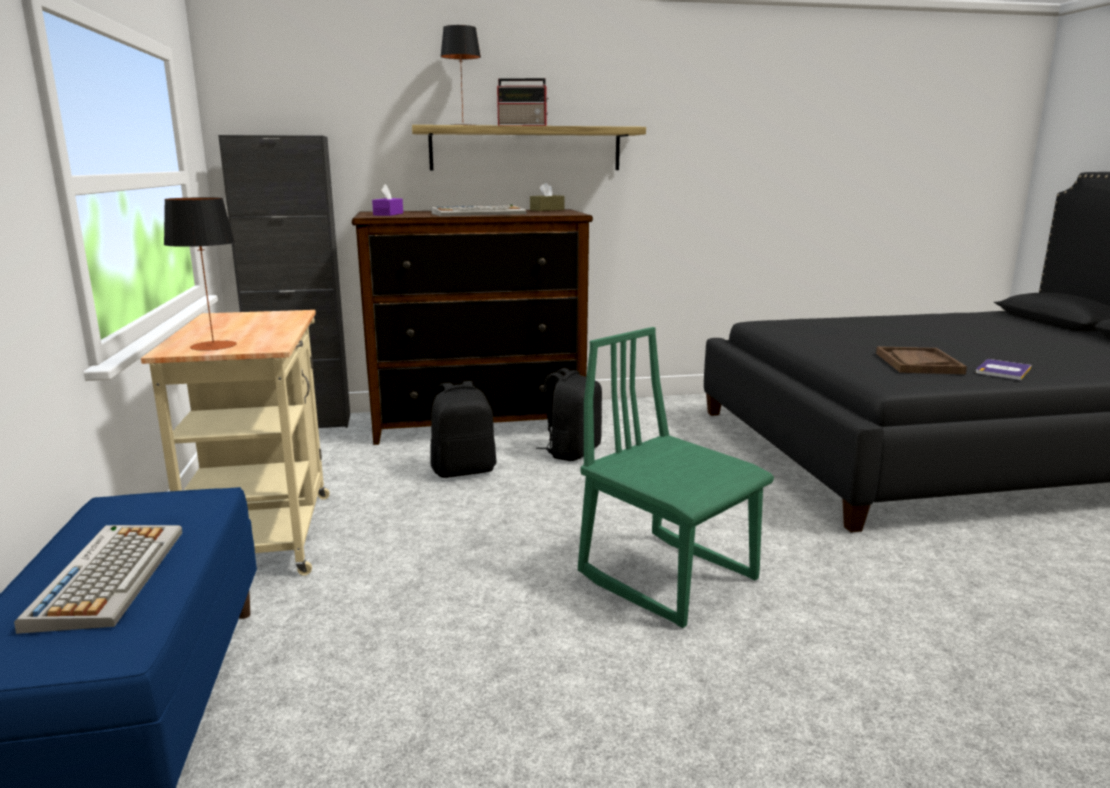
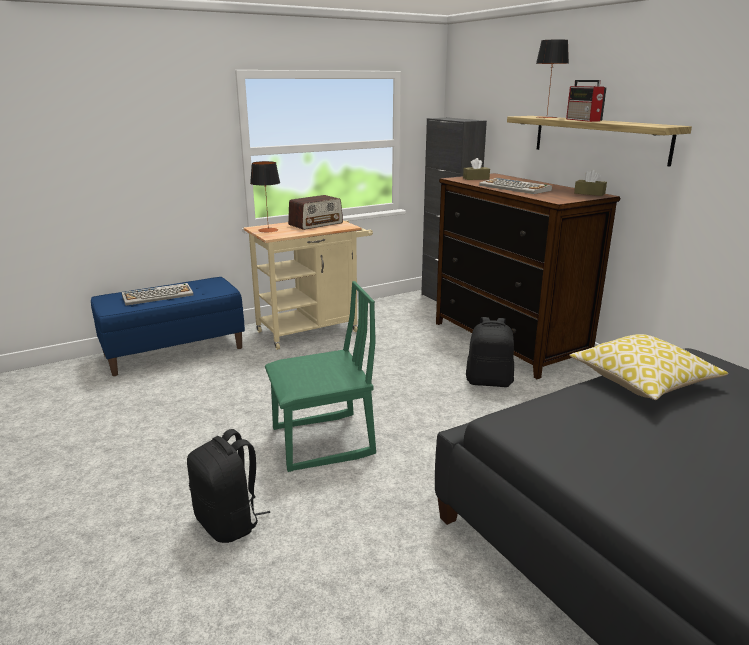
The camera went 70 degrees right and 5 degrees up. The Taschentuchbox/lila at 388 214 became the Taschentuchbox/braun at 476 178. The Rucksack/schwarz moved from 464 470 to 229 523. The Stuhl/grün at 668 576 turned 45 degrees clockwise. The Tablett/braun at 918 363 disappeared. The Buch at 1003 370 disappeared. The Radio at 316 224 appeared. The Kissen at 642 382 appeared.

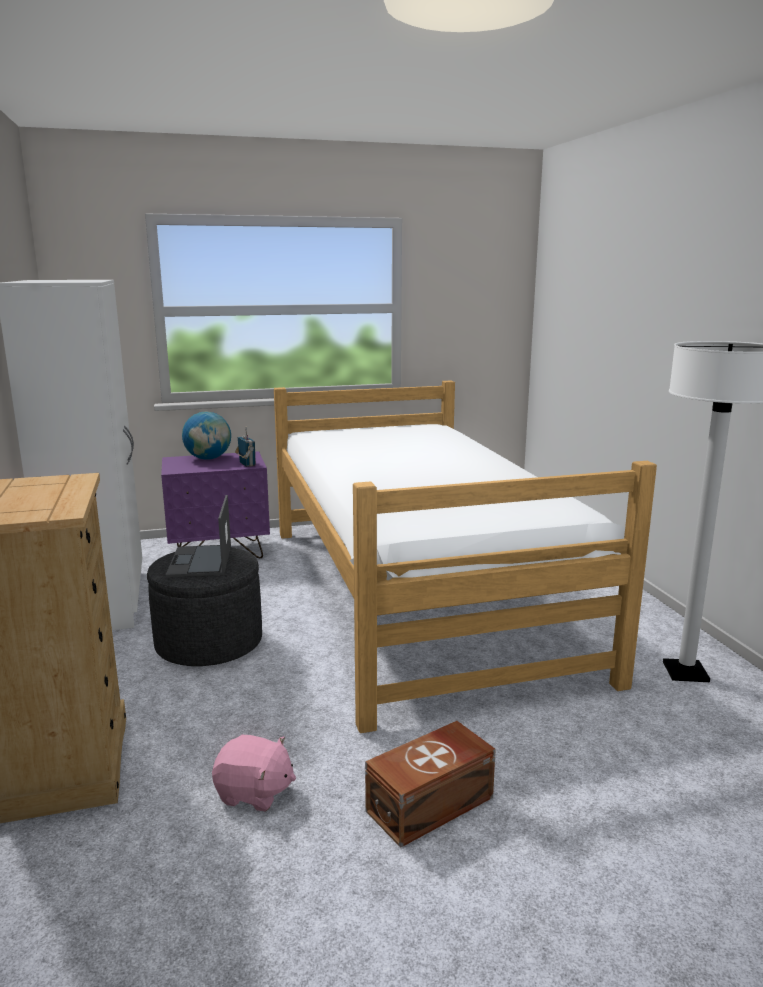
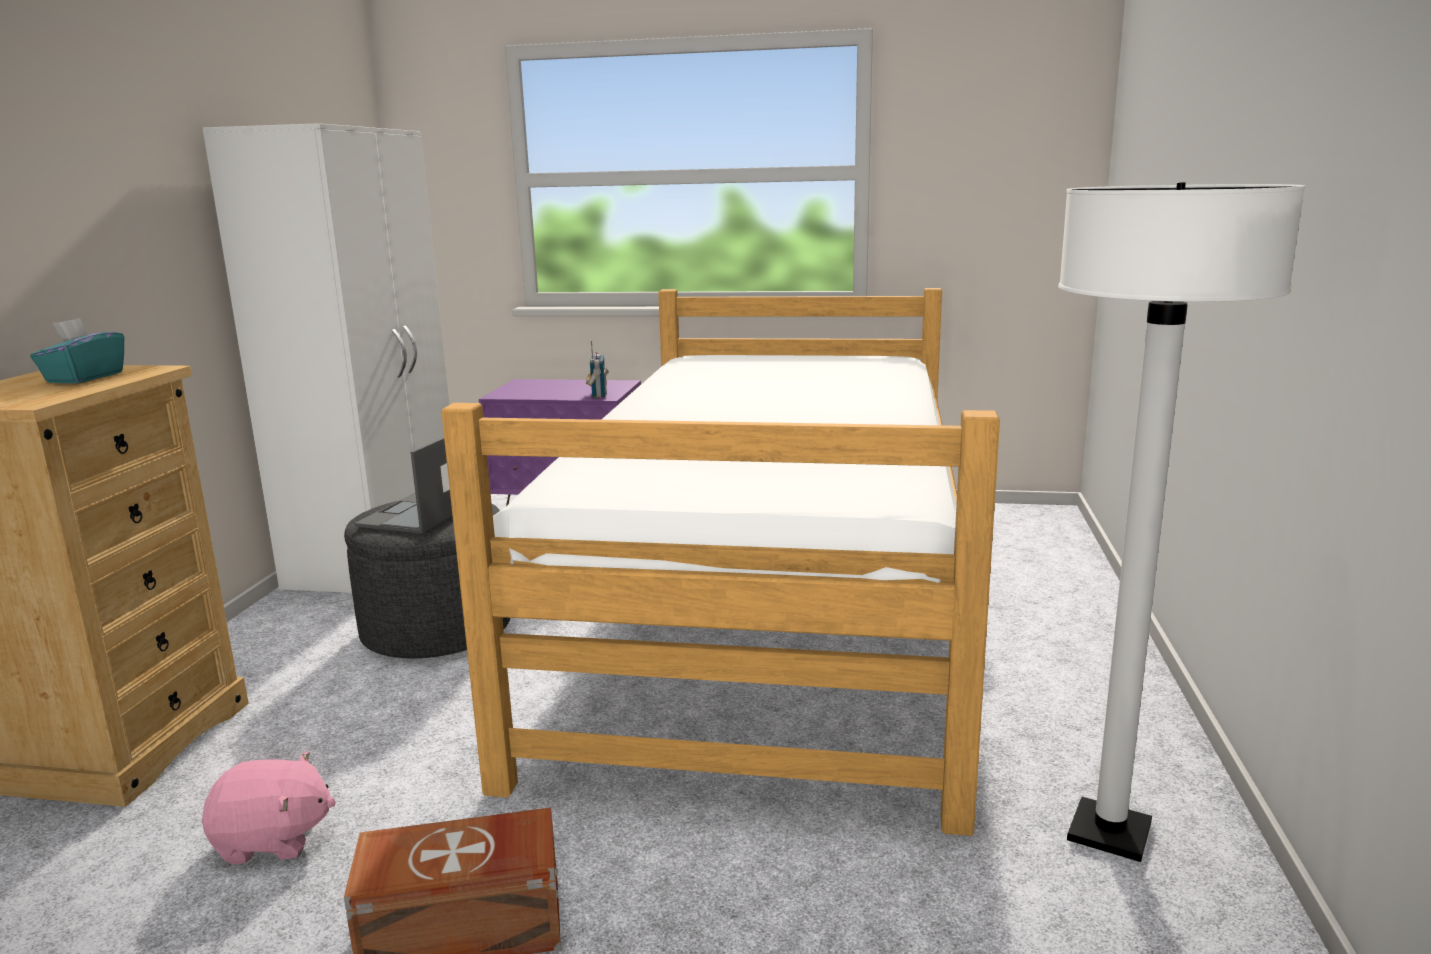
The camera went 25 degrees right and 0 degrees up. The Globus at 208 458 disappeared. The Plüschtier/rosa at 254 793 turned 45 degrees counterclockwise. The Taschentuchbox/türkis at 84 378 appeared.

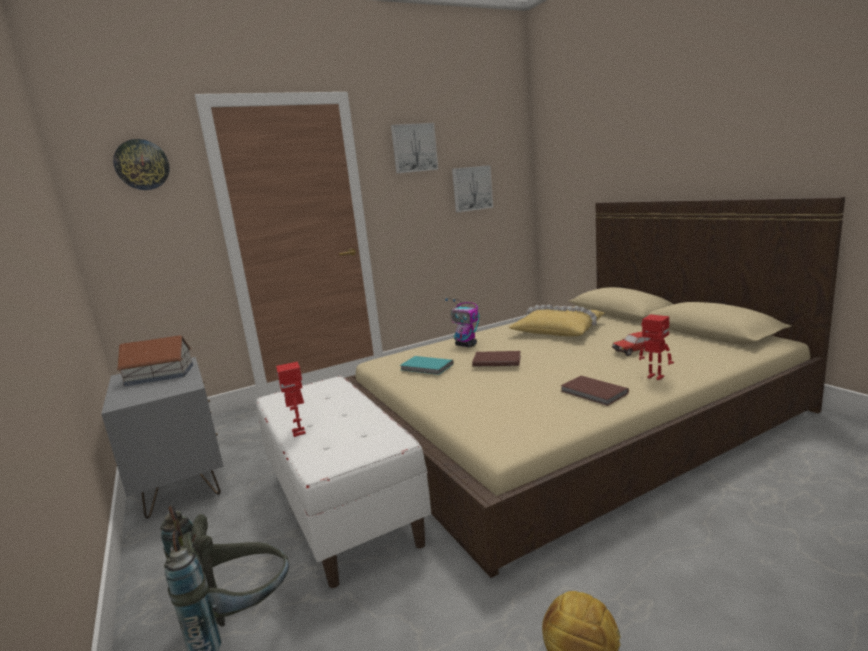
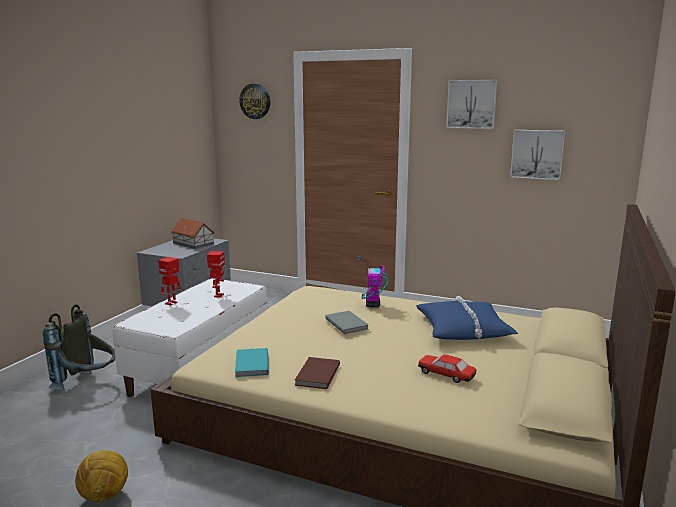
The camera went 50 degrees right and 0 degrees up. The Buch/türkis moved from 426 367 to 250 365. The Buch/braun at 496 360 became the Buch/grau at 347 323. The Kissen/gelb at 559 329 became the Kissen/blau at 463 329. The Spielzeugroboter moved from 655 377 to 218 295.

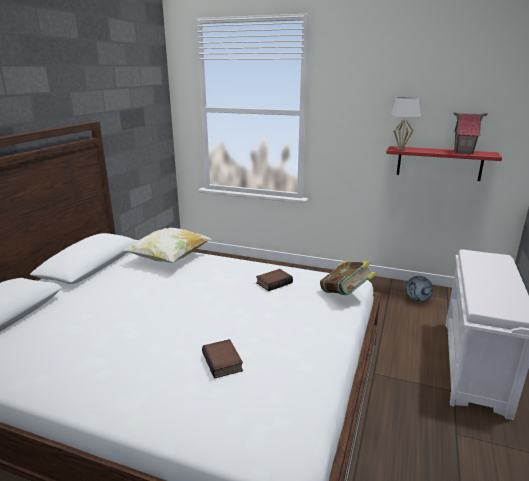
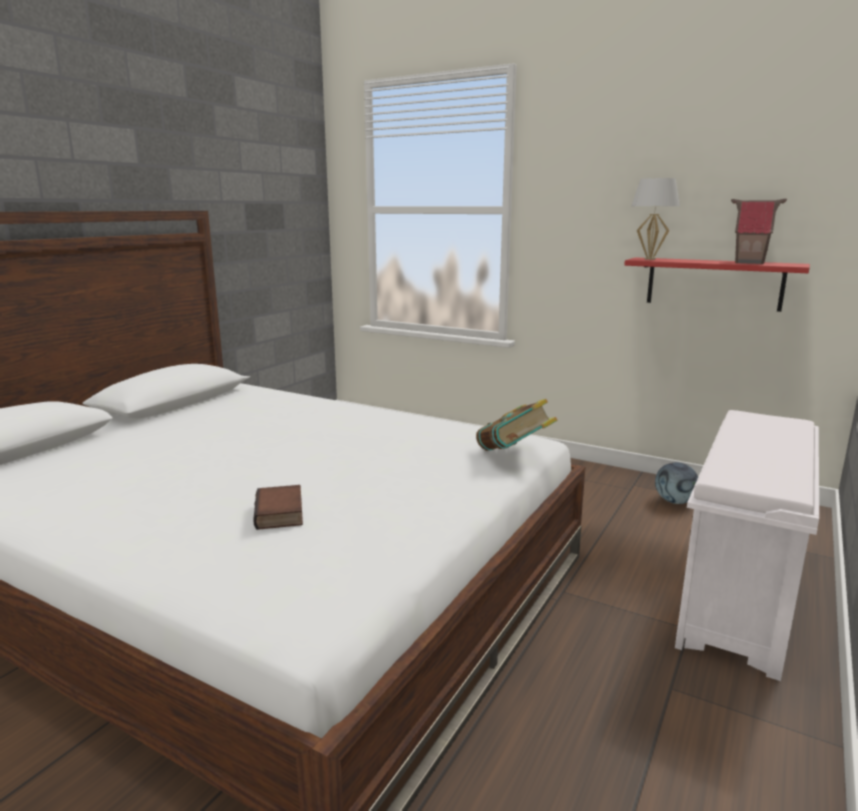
The camera went 10 degrees right and 5 degrees down. The Kissen at 169 259 disappeared. The Buch at 274 282 disappeared.

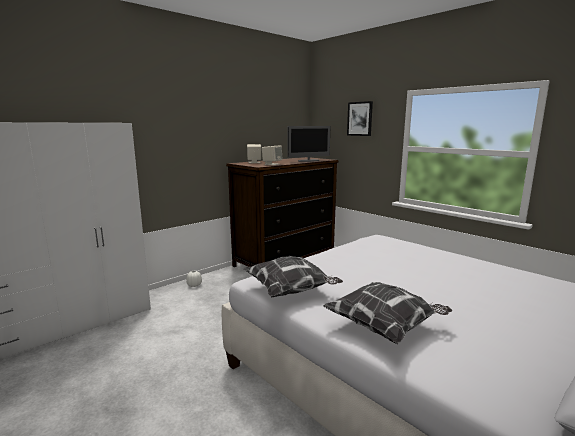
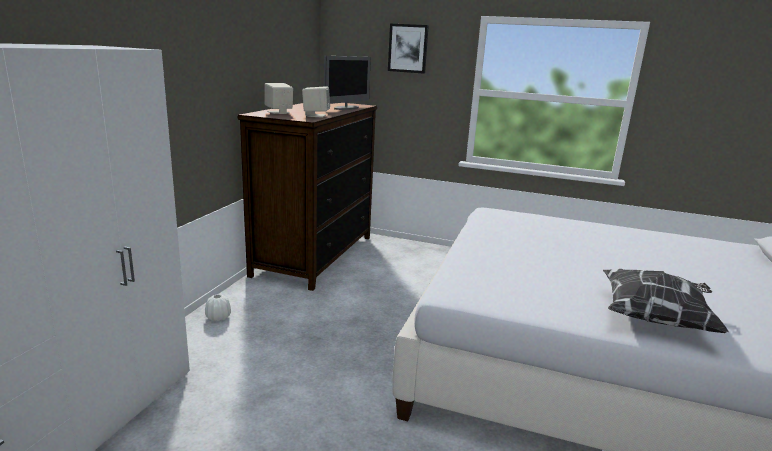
The camera went 30 degrees left and 5 degrees up. The Kissen at 291 291 disappeared.

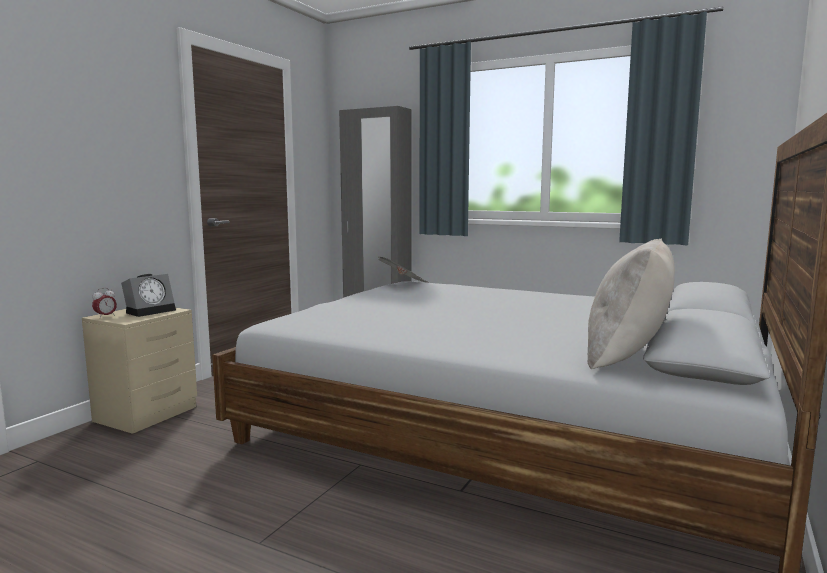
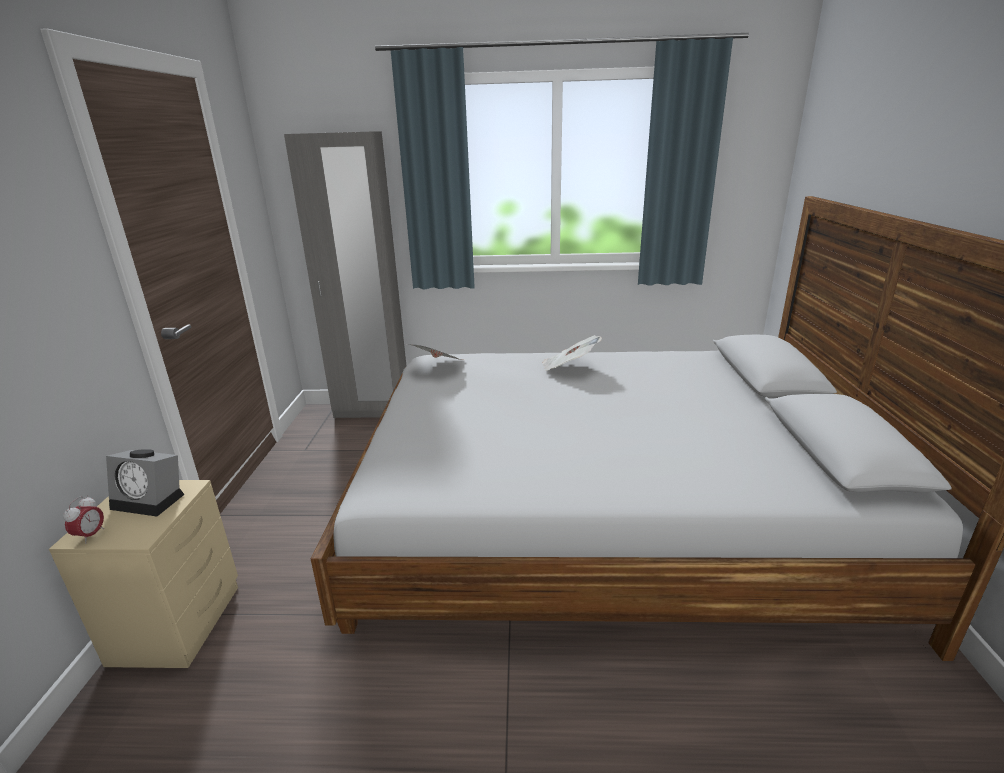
The camera went 25 degrees left and 15 degrees up. The Wecker at 151 311 turned 90 degrees clockwise. The Kissen/beige at 627 357 disappeared. The Zeitung at 569 368 appeared.

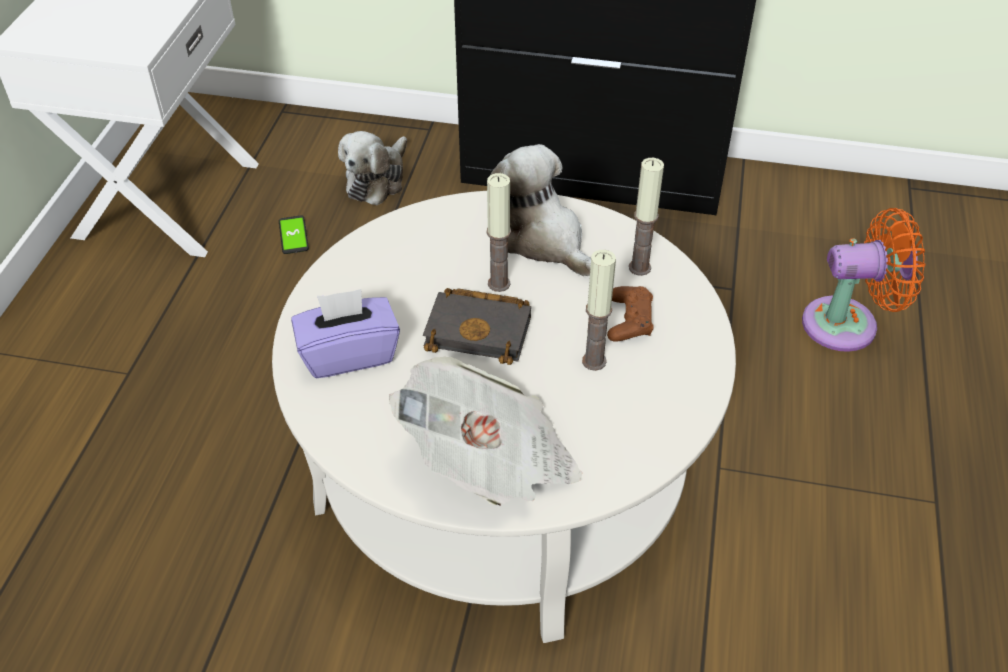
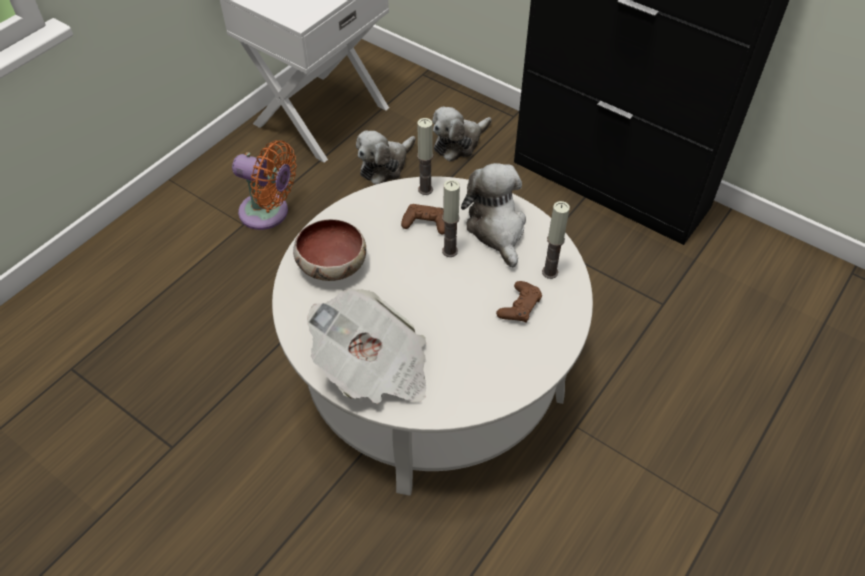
The camera went 25 degrees right and 5 degrees up. The Handy at 293 235 was replaced by the Plüschtier at 385 165. The Taschentuchbox/lila at 349 354 was replaced by the Schüssel at 331 265. The Buch/schwarz at 481 330 disappeared. The Kerze moved from 594 361 to 425 189. The Ventilator/orange moved from 848 324 to 268 213. The Gamepad/braun at 426 223 appeared.

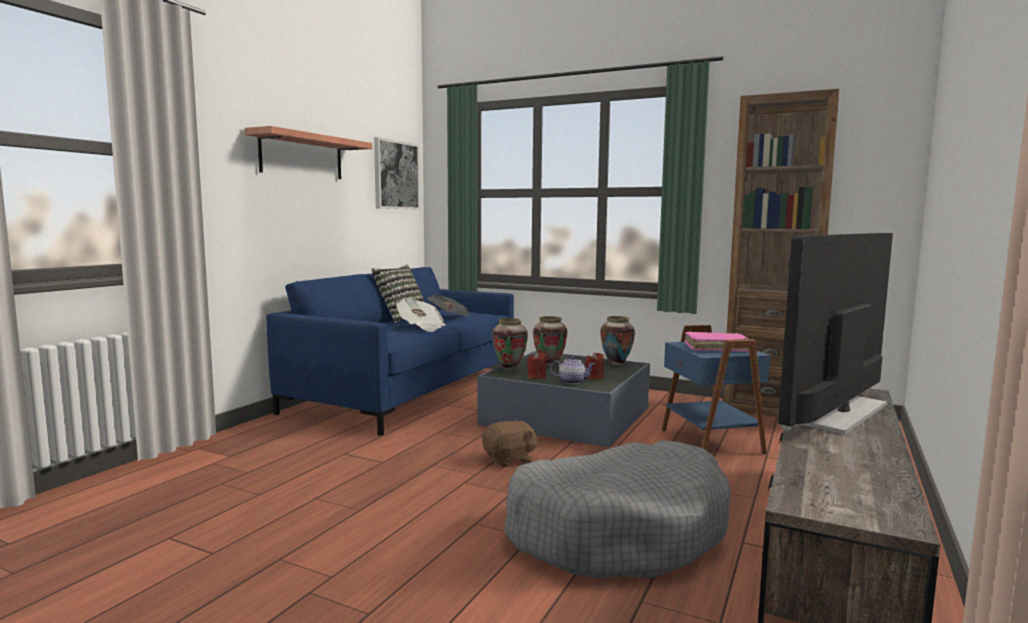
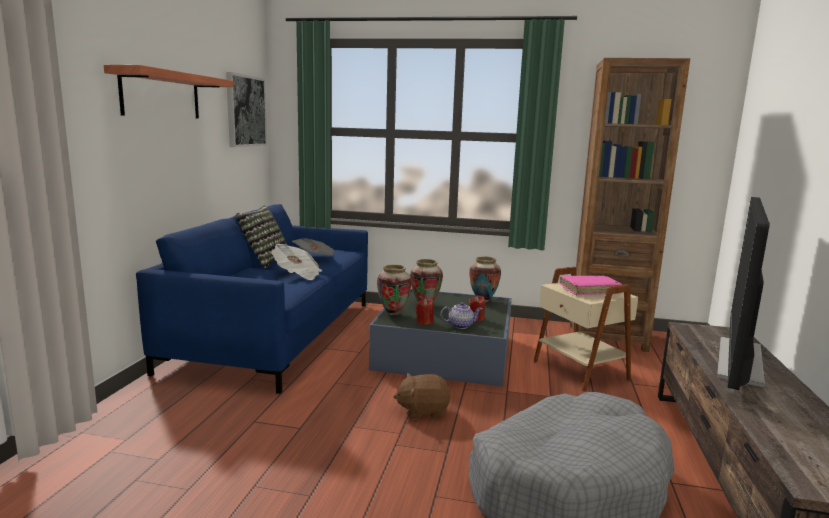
The camera went 15 degrees left and 5 degrees up. The Plüschtier/braun at 510 460 turned 150 degrees counterclockwise. The Beistelltisch/blau at 709 441 became the Beistelltisch/beige at 579 370.

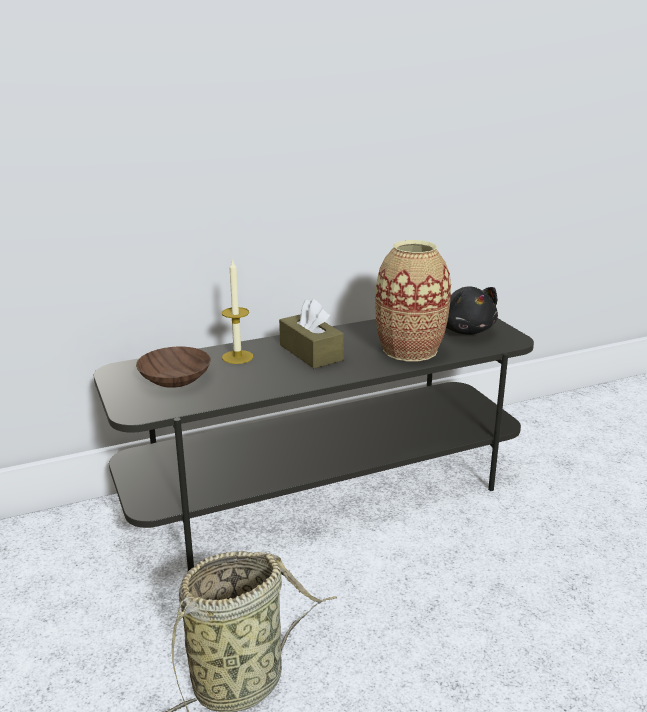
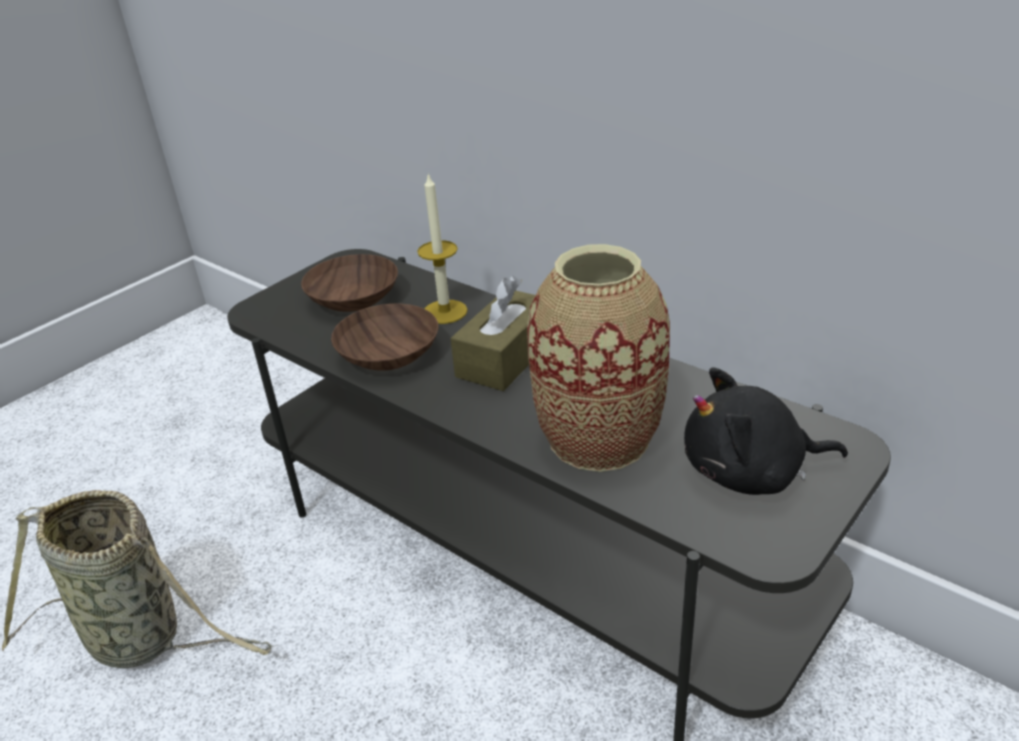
The camera went 65 degrees right and 10 degrees up. The Plüschtier/schwarz at 465 330 turned 45 degrees clockwise. The Schüssel/braun at 390 355 appeared.

